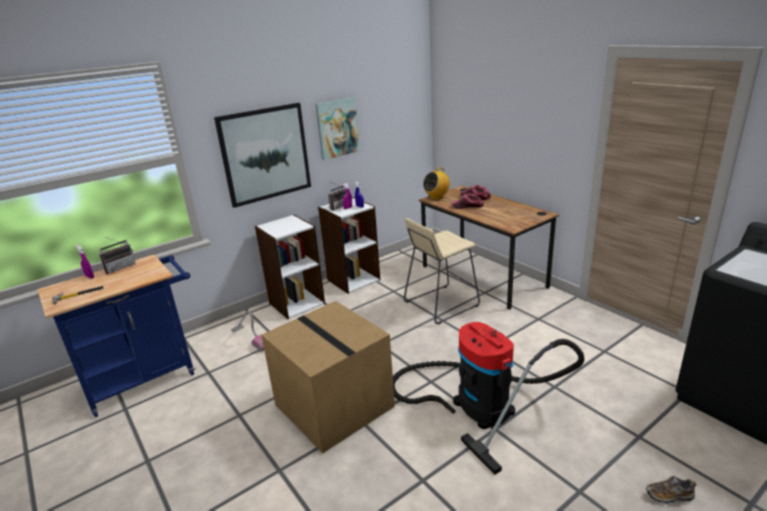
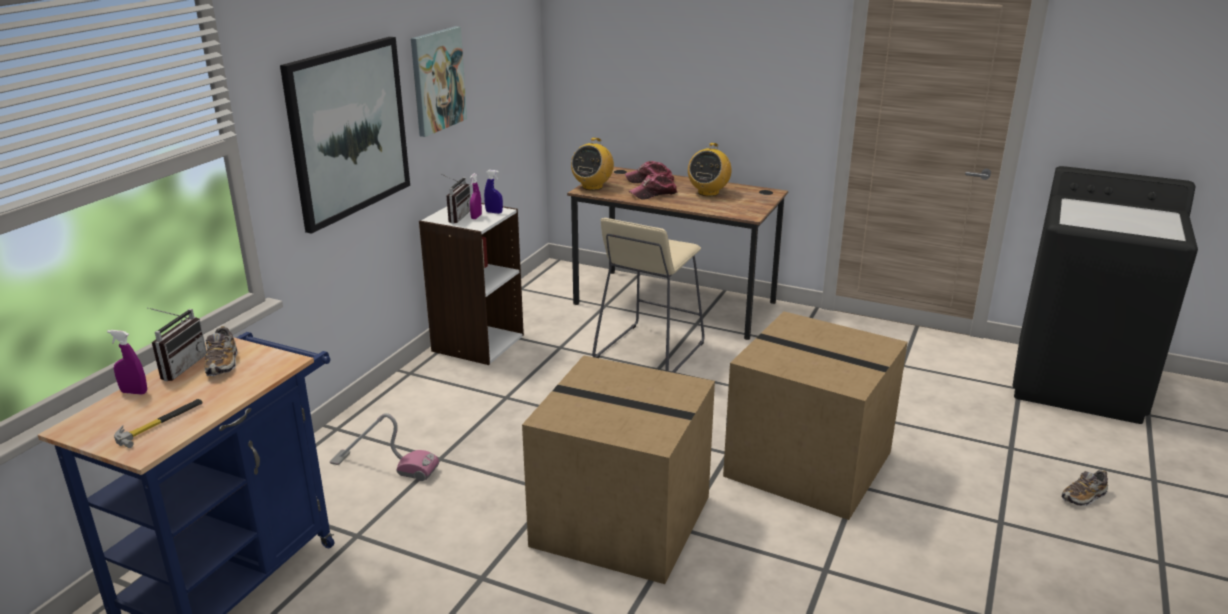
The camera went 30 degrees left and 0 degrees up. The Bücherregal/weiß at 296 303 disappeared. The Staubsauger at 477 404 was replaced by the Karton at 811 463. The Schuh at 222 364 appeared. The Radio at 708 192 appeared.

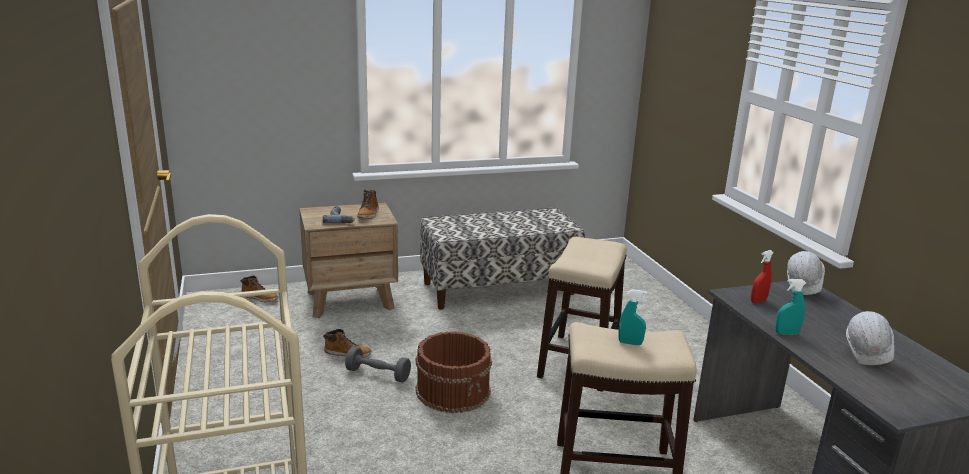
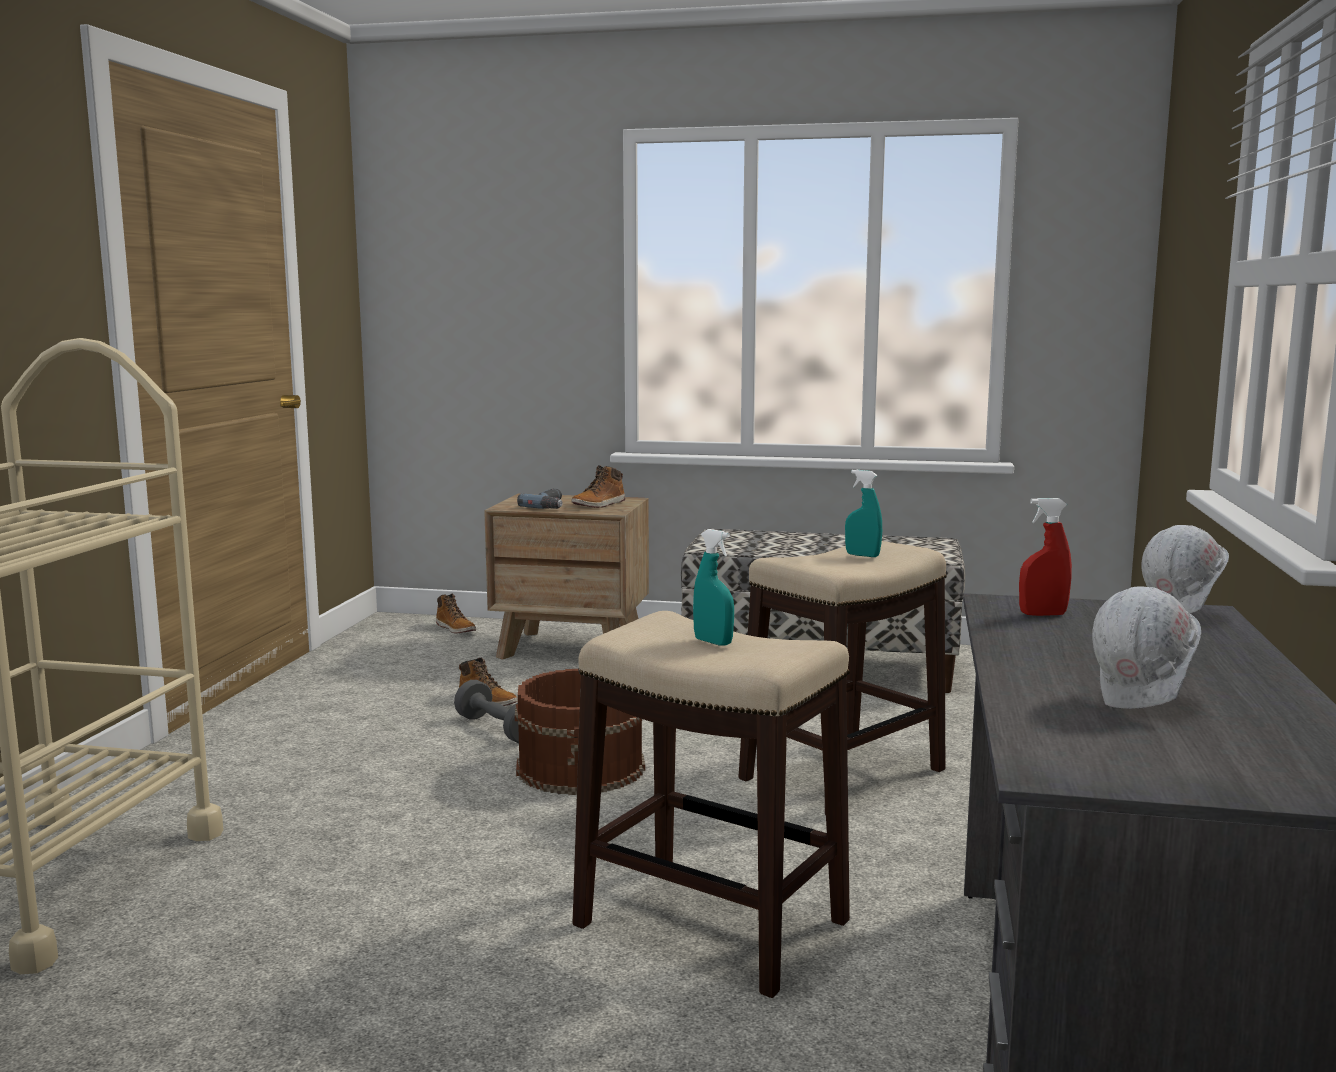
The camera went 30 degrees right and 10 degrees down. The Sprühflasche/türkis moved from 786 333 to 862 555.

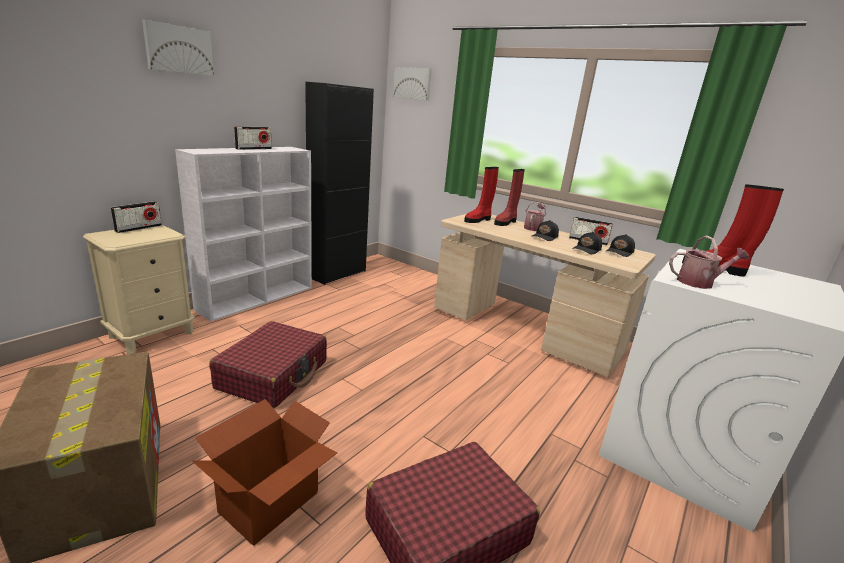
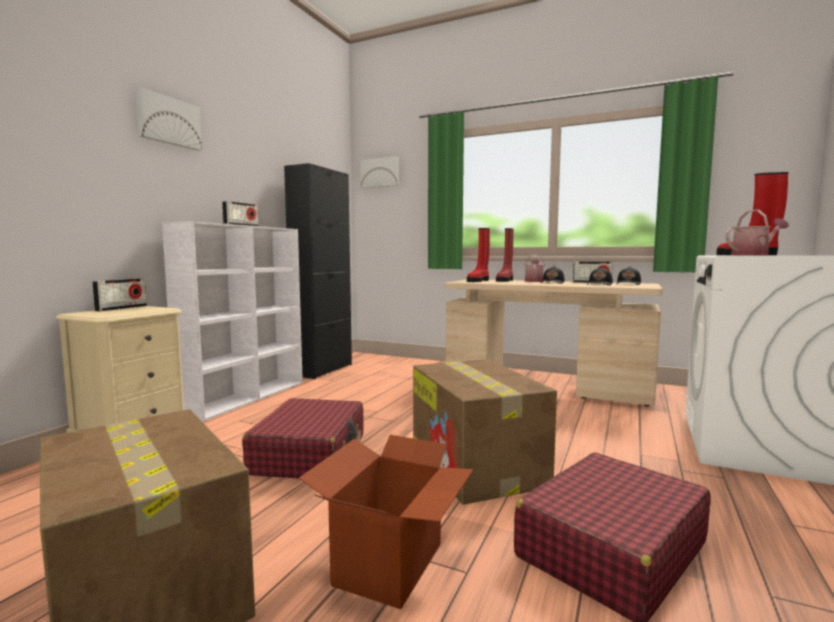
The camera went 10 degrees left and 15 degrees down. The Karton at 477 465 appeared.

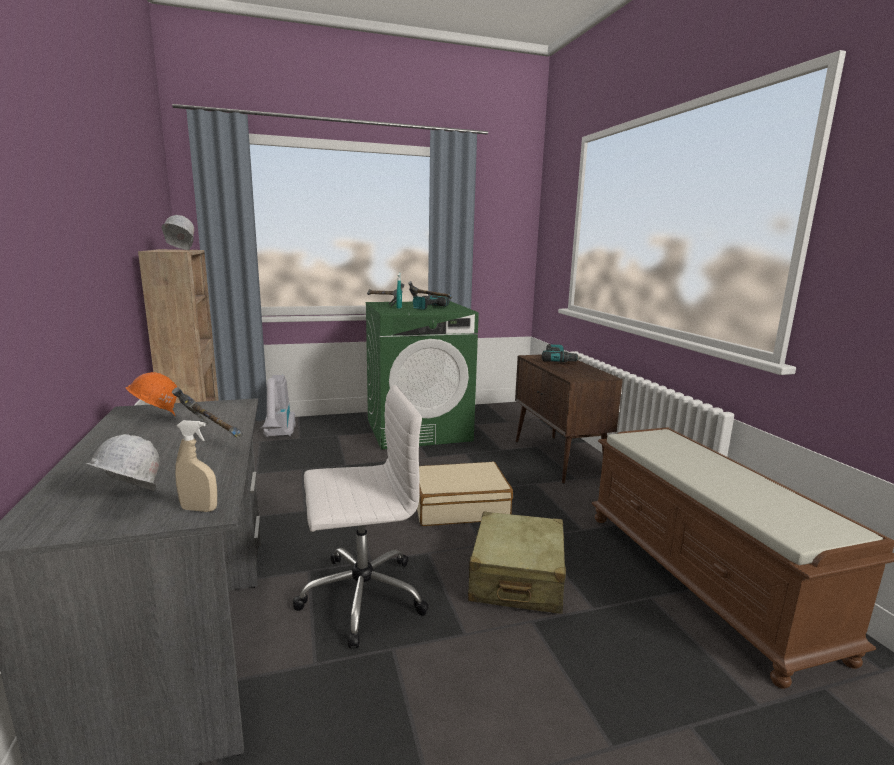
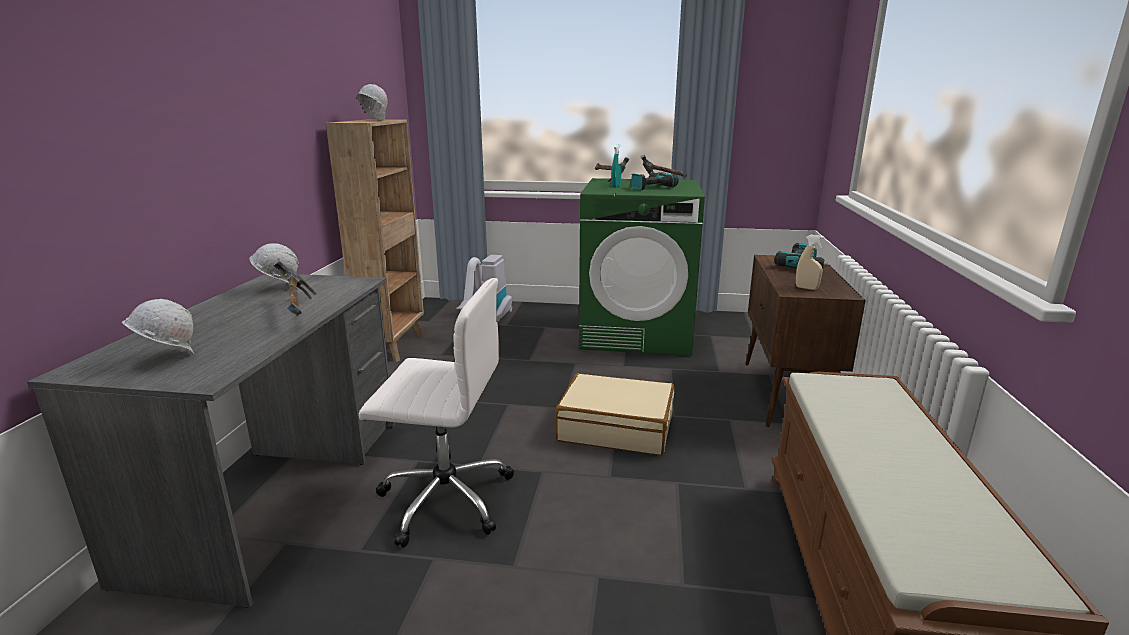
The camera went 25 degrees right and 5 degrees up. The Schutzhelm/orange at 155 419 became the Schutzhelm/weiß at 279 288. The Sprühflasche/beige moved from 199 509 to 806 288. The Koffer/beige at 517 577 disappeared.

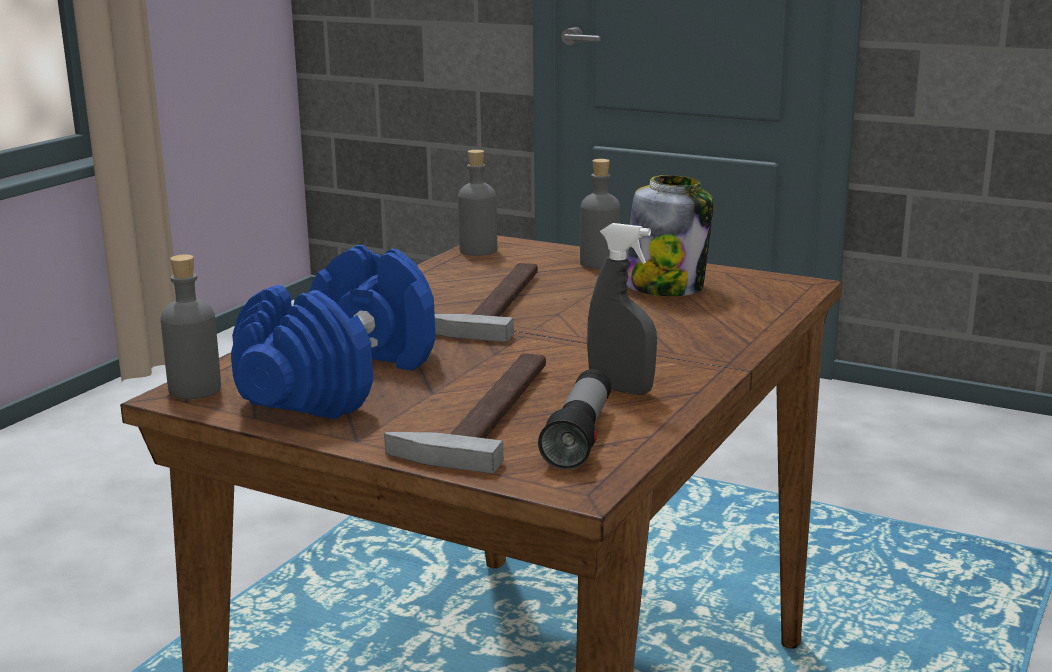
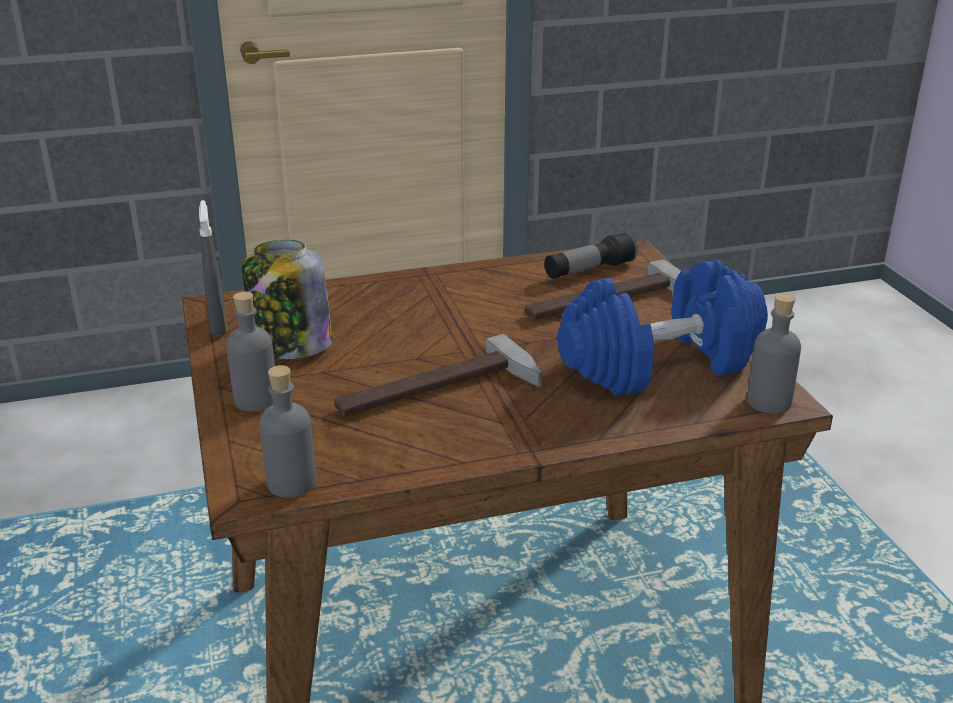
The camera went 135 degrees left and 10 degrees up. The Sprühflasche/grau moved from 620 389 to 218 326.

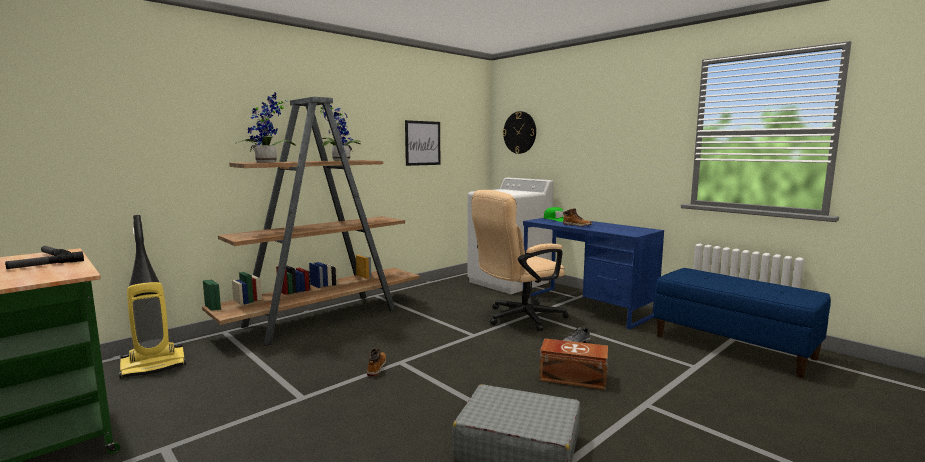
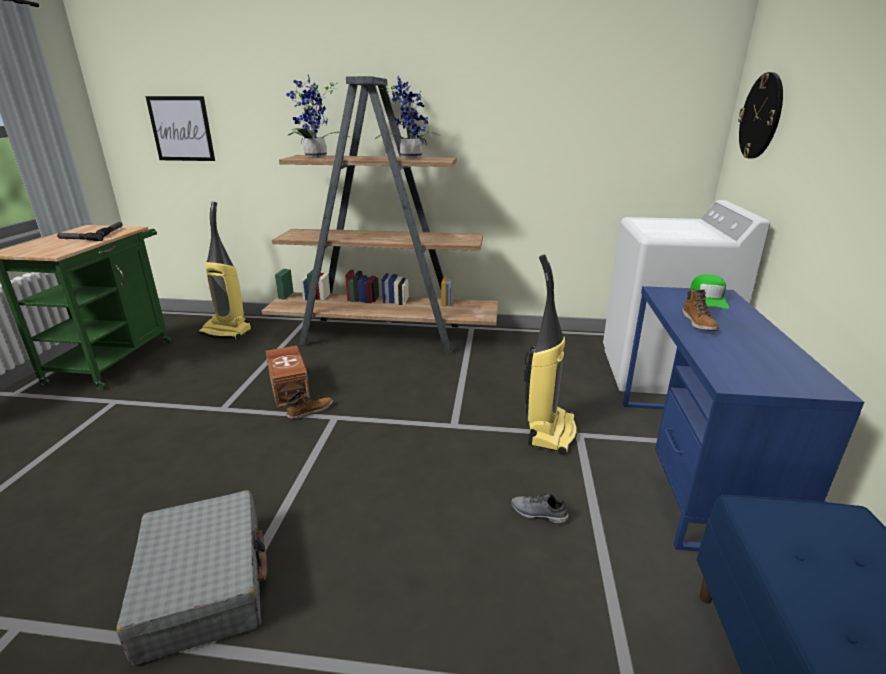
The camera went 50 degrees right and 15 degrees up. The Bild moved from 422 143 to 181 129. The Bürostuhl/beige at 518 318 was replaced by the Staubsauger at 550 431. The Aufbewahrungsbox/braun moved from 572 377 to 290 388.

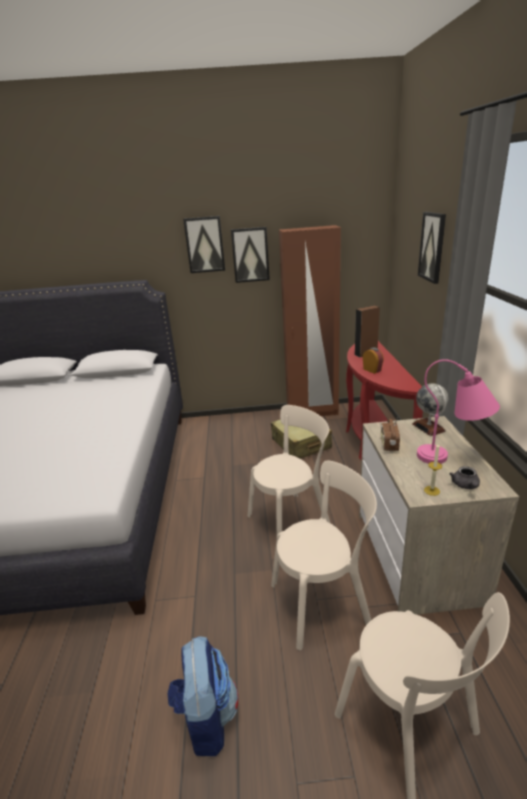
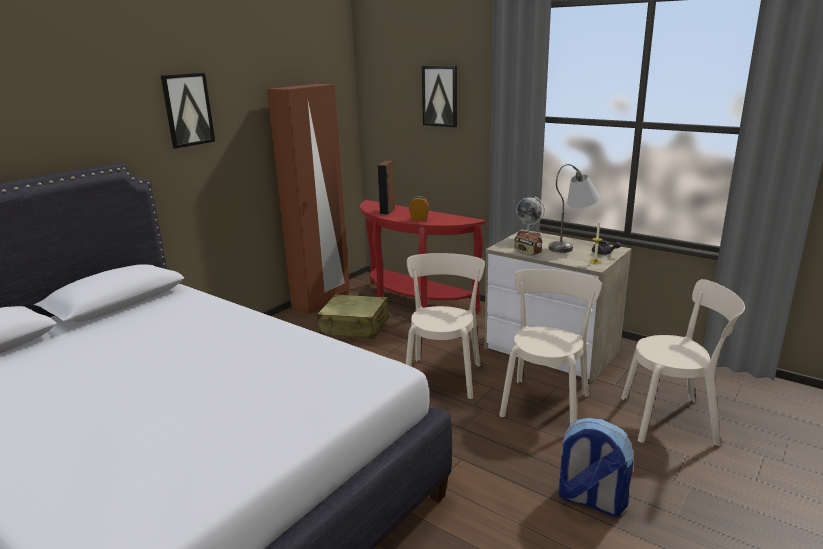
The camera went 50 degrees left and 5 degrees down. The Bild at 250 255 disappeared. The Tischlampe/rosa at 453 458 became the Tischlampe/grau at 572 245.

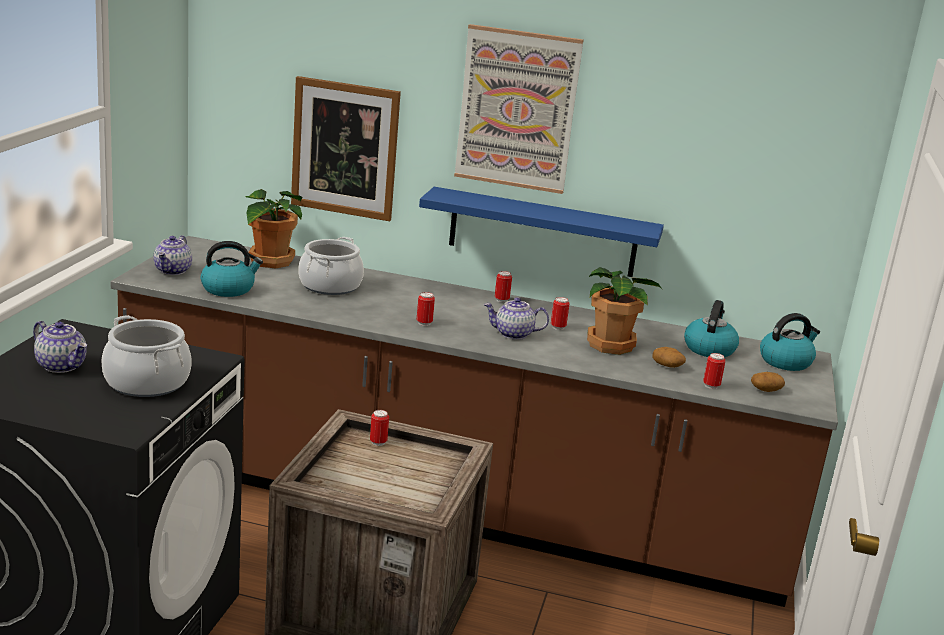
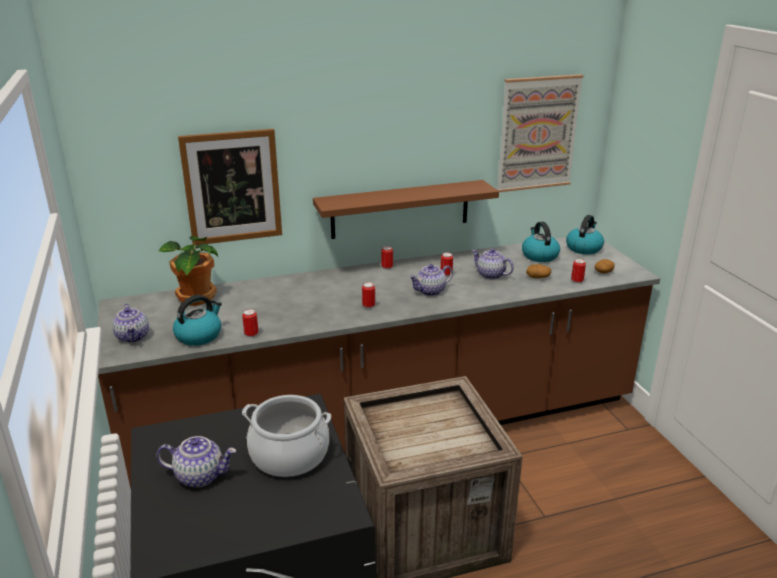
The camera went 30 degrees left and 5 degrees up. The Kochtopf at 330 286 disappeared. The Dose moved from 378 442 to 251 335. The Wandregal/blau at 542 232 became the Wandregal/braun at 400 209. The Bild moved from 517 109 to 537 133. The Topfpflanze at 611 344 was replaced by the Teekanne at 490 275.

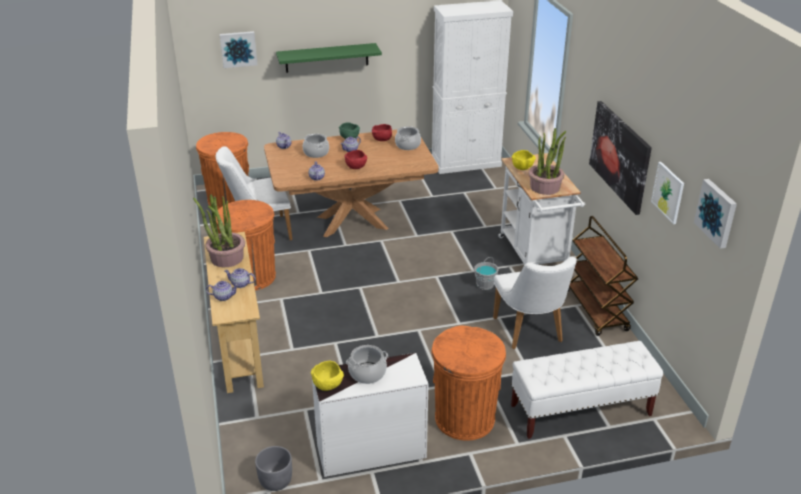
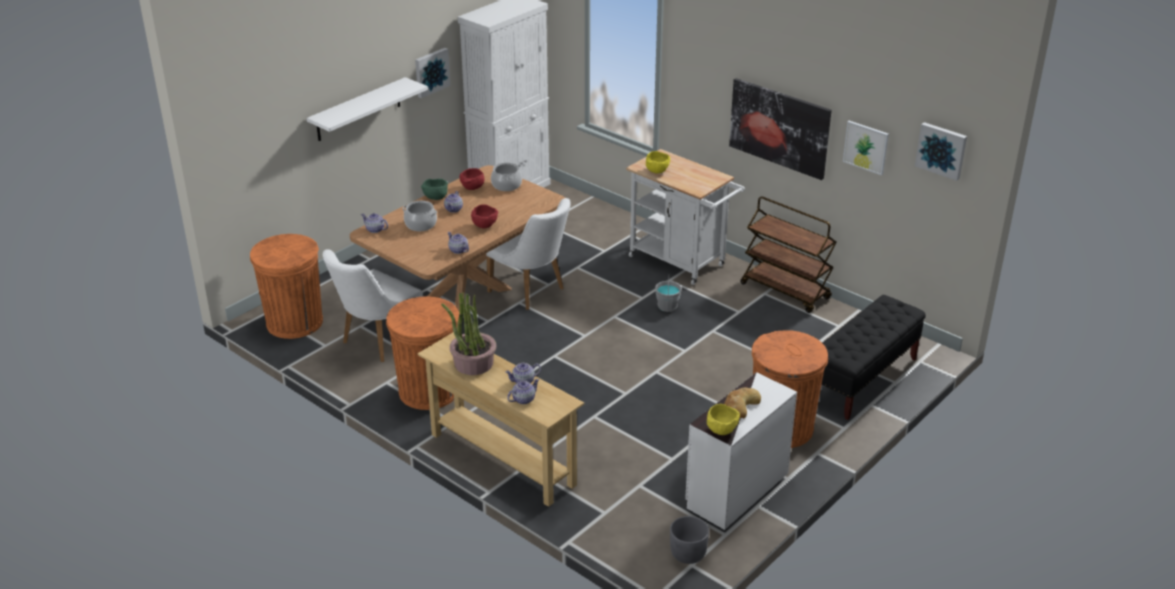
The camera went 35 degrees left and 0 degrees up. The Bild moved from 238 49 to 431 72. The Wandregal/grün at 327 58 became the Wandregal/weiß at 358 109. The Kochtopf at 367 373 was replaced by the Brot at 740 406. The Stuhl/weiß moved from 530 333 to 532 292. The Bank/weiß at 580 410 became the Bank/schwarz at 861 380. The Topfpflanze at 545 187 disappeared.

